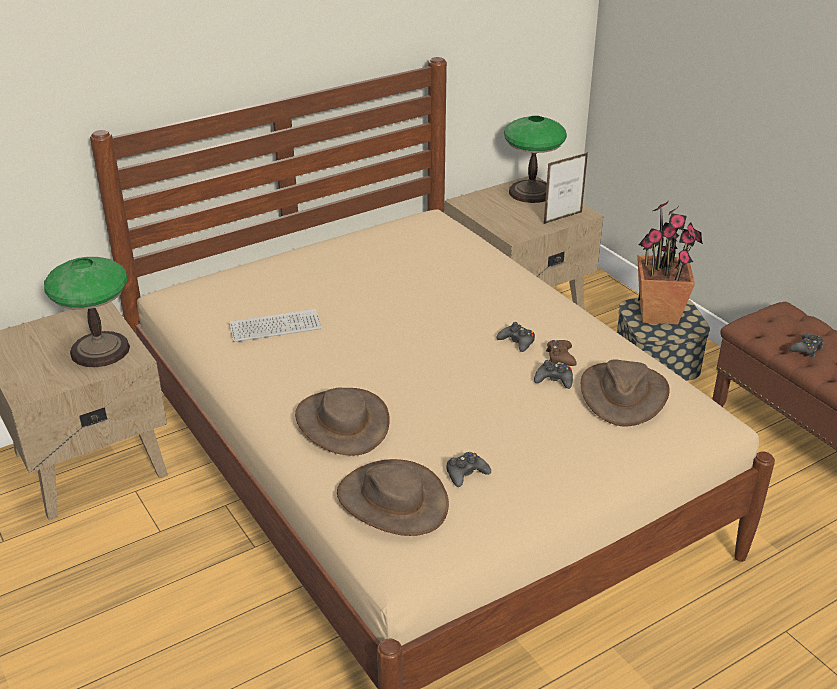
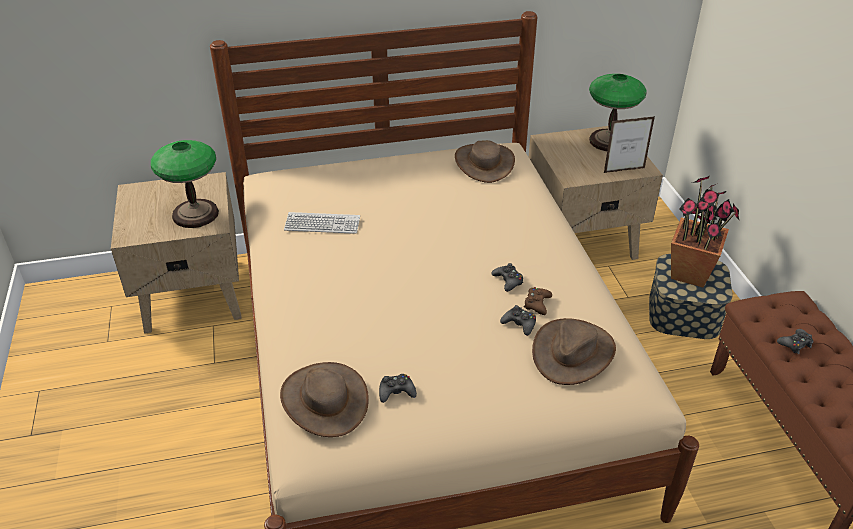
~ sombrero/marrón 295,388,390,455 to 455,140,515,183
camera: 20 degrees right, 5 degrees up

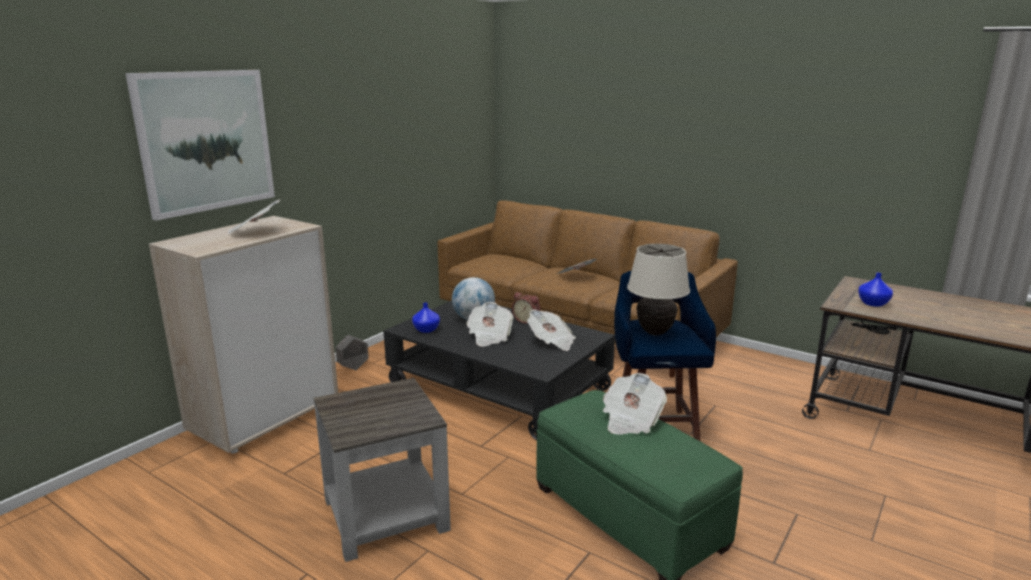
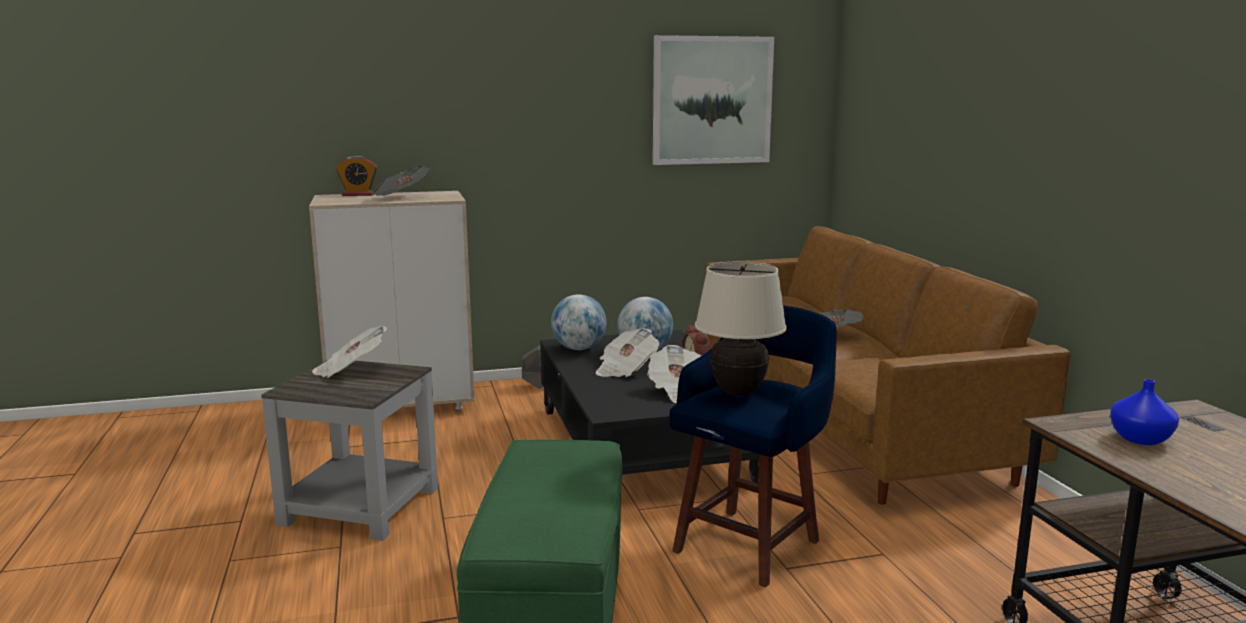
+ despertador 336,156,378,196
~ cuadro 125,70,275,221 to 653,35,774,165
~ periódico 603,373,667,435 to 312,326,387,378
~ florero/azul 412,303,440,333 to globo terráqueo 551,294,606,350
camera: 40 degrees right, 5 degrees down

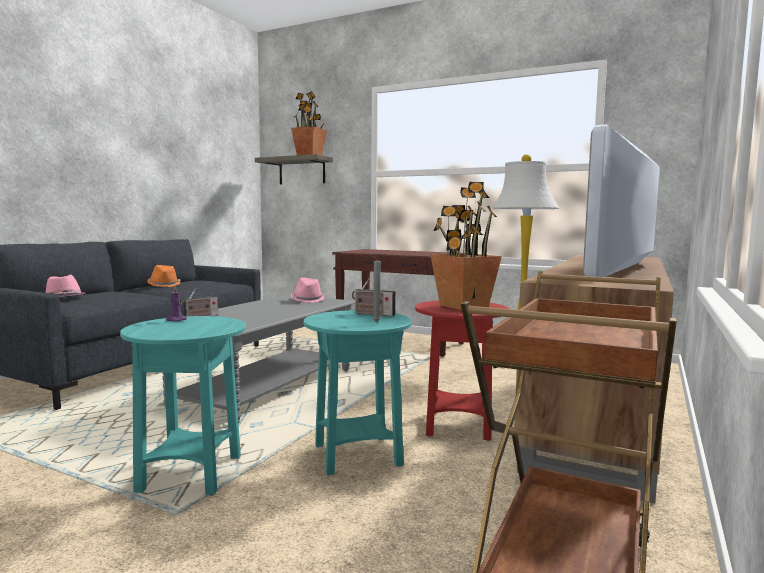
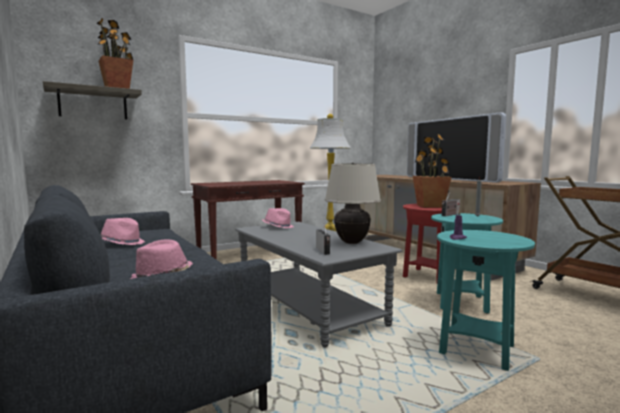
+ lámpara de mesa/beis 325,163,381,244
~ sombrero/naranja 147,265,181,287 to sombrero/rosa 100,218,145,245
camera: 60 degrees left, 0 degrees up

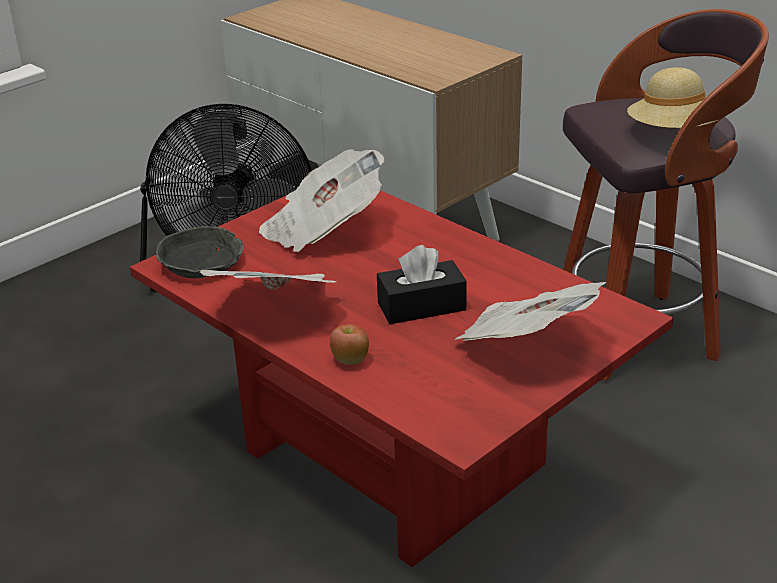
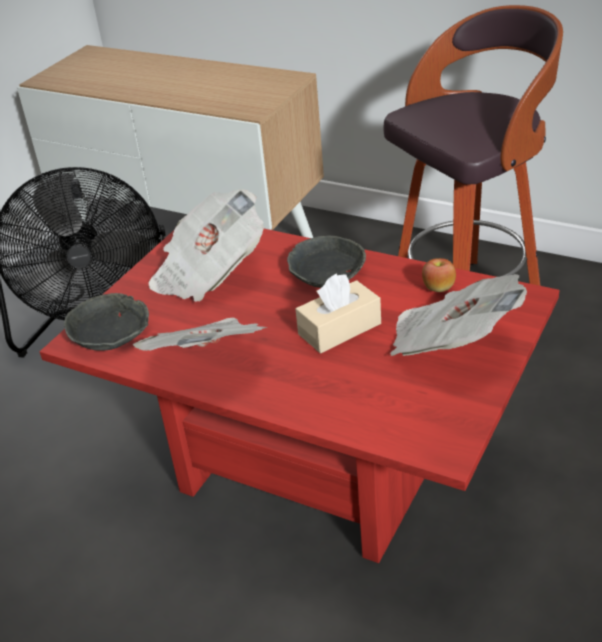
- sombrero/beis 627,67,718,128
+ cuenco/gris 287,236,366,288
~ manzana 330,324,369,365 to 422,258,456,292
~ caja de pañuelos/negro 377,245,467,324 to caja de pañuelos/beis 295,274,381,353
camera: 15 degrees left, 5 degrees up

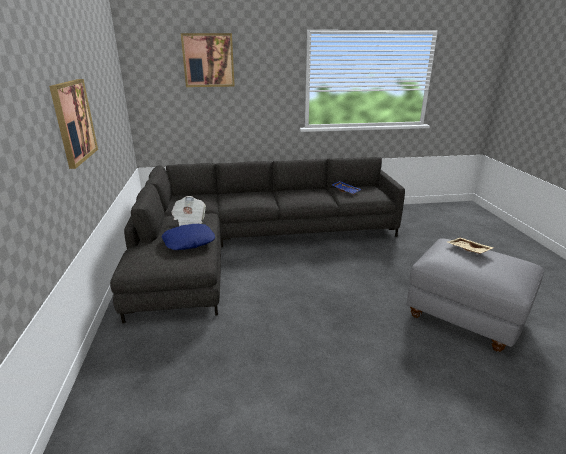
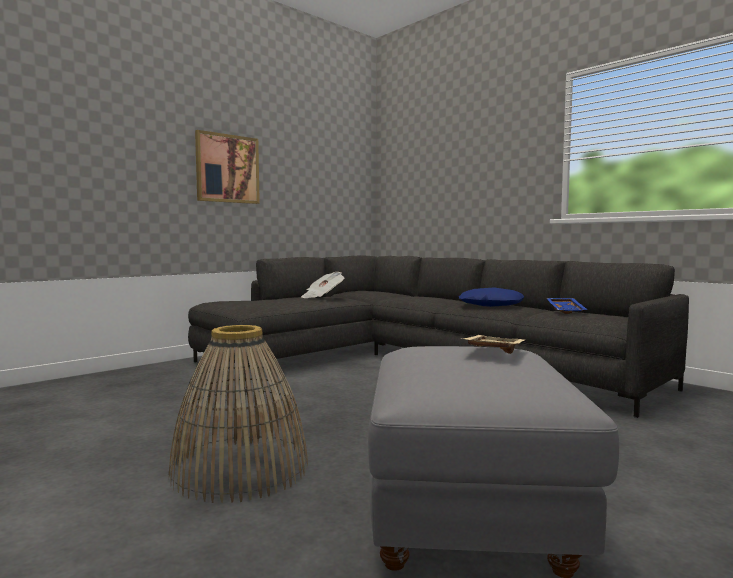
- cuadro 181,33,235,87
+ cesta 169,325,308,503
~ cojín/azul 162,224,215,250 to 459,287,524,307
camera: 55 degrees right, 20 degrees down

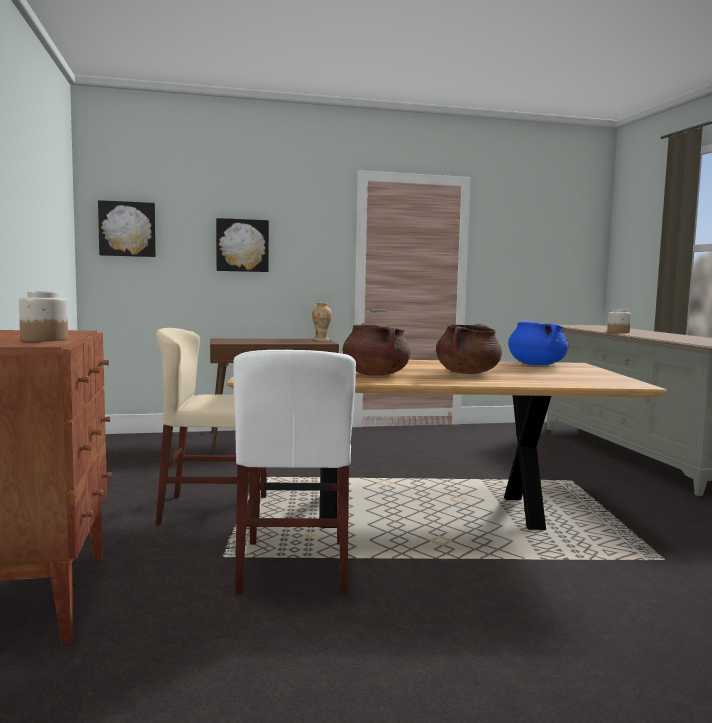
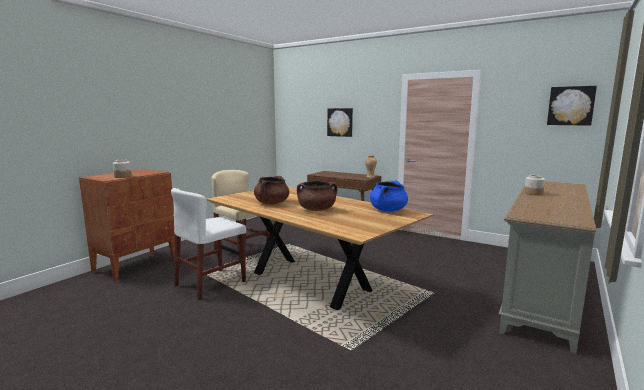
~ cuadro 98,200,156,257 to 547,86,597,126
camera: 45 degrees right, 5 degrees up

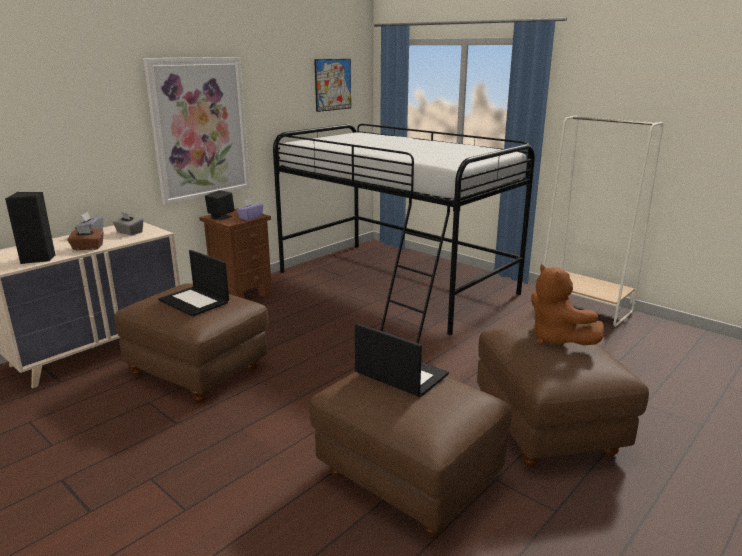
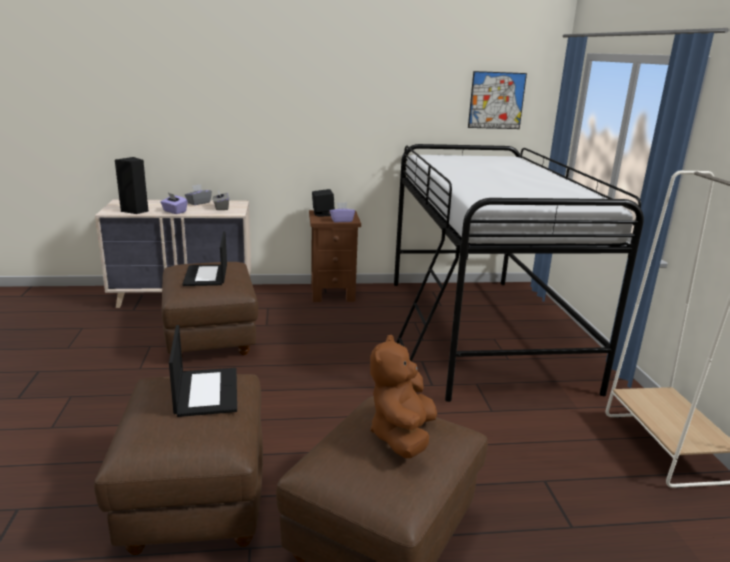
- cuadro 143,57,250,205
~ caja de pañuelos/marrón 67,227,104,250 to caja de pañuelos/morado 160,193,188,214
camera: 40 degrees right, 0 degrees up

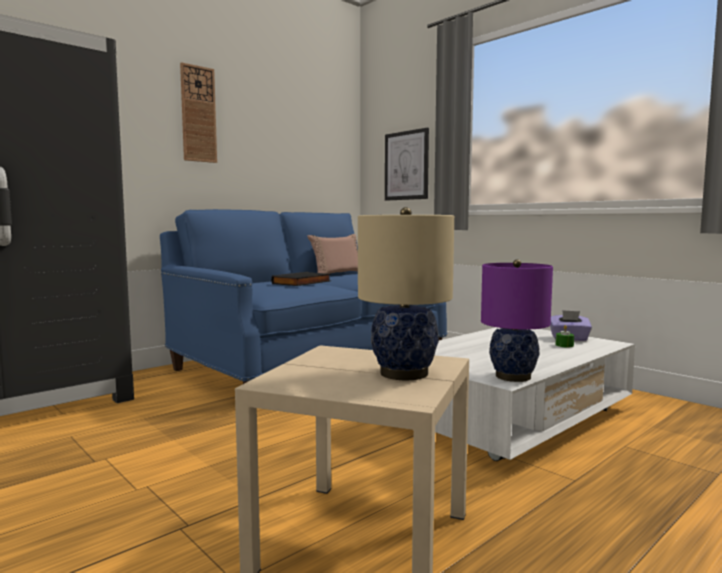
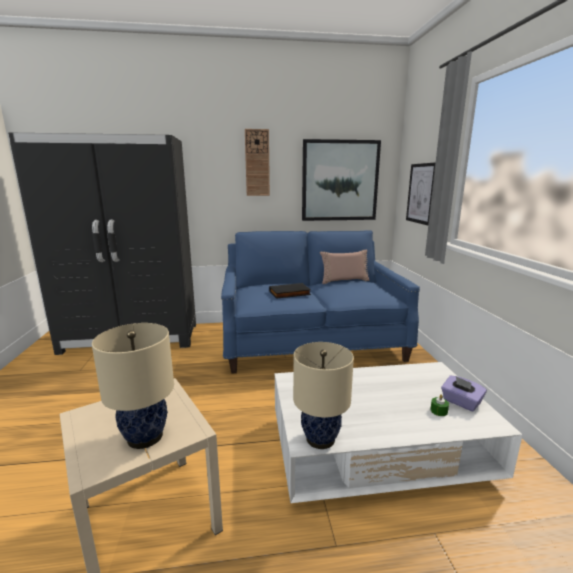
+ cuadro 302,139,381,221
~ lámpara de mesa/morado 481,259,553,382 to lámpara de mesa/beis 293,342,354,449
camera: 35 degrees right, 10 degrees up

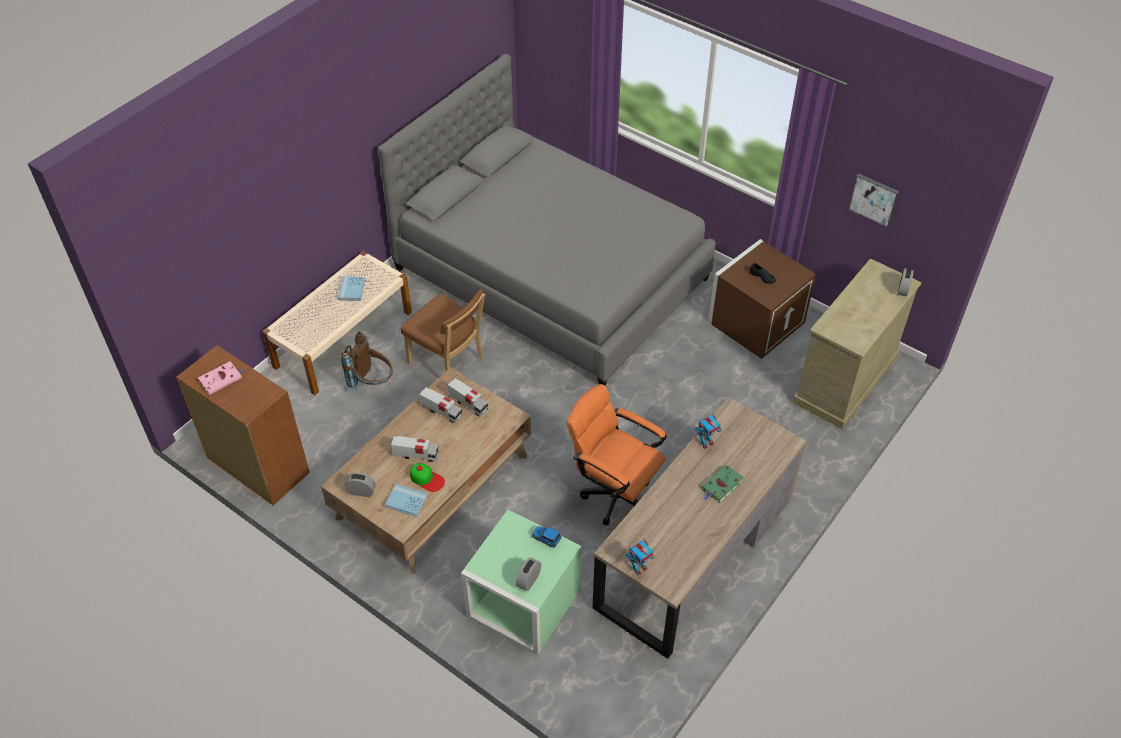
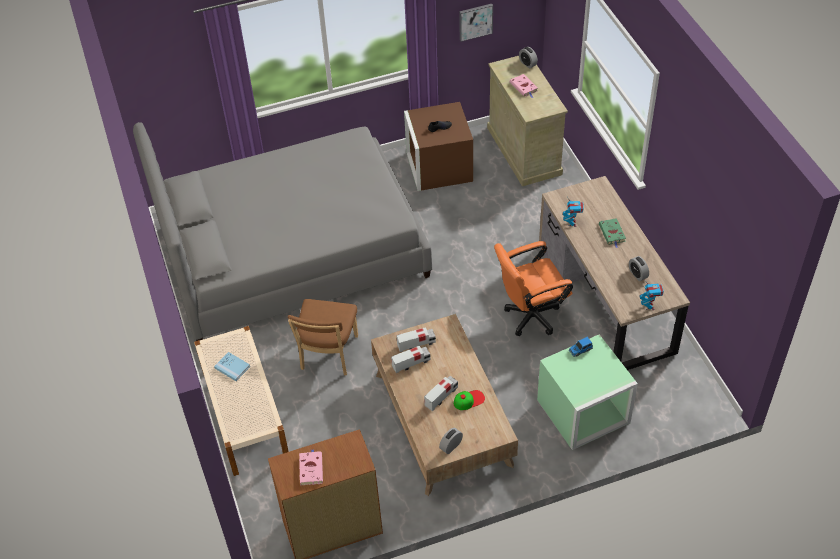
- mochila/marrón 341,332,393,392
- libro/azul 385,484,428,517
+ libro/rosa 510,74,538,98
~ despertador 516,558,541,591 to 629,256,649,281
~ silla/marrón 401,289,485,371 = 288,299,358,375 120 degrees clockwise
camera: 55 degrees left, 0 degrees up

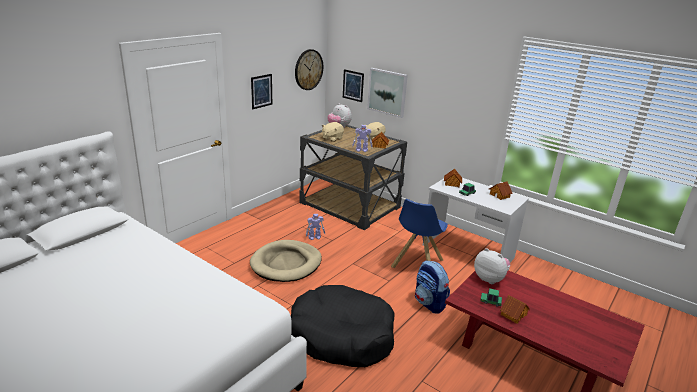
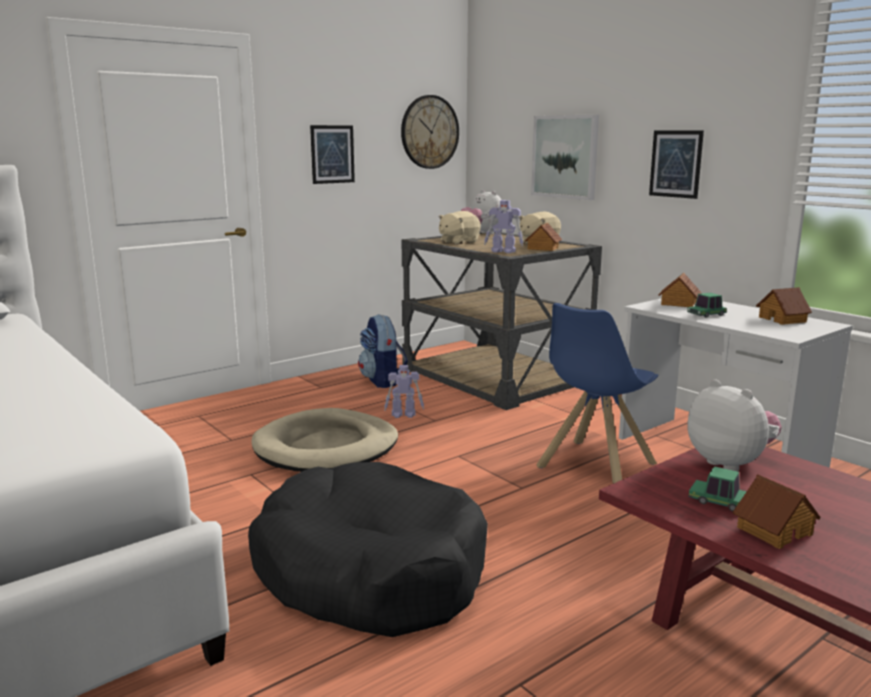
~ cuadro 343,69,364,102 to 649,130,704,199
~ mochila 415,260,450,314 to 358,314,408,388
camera: 15 degrees right, 10 degrees down

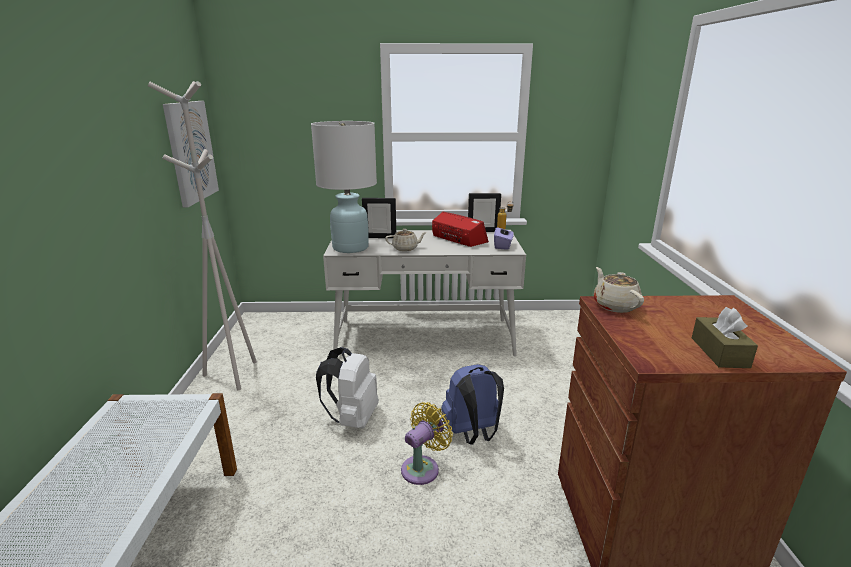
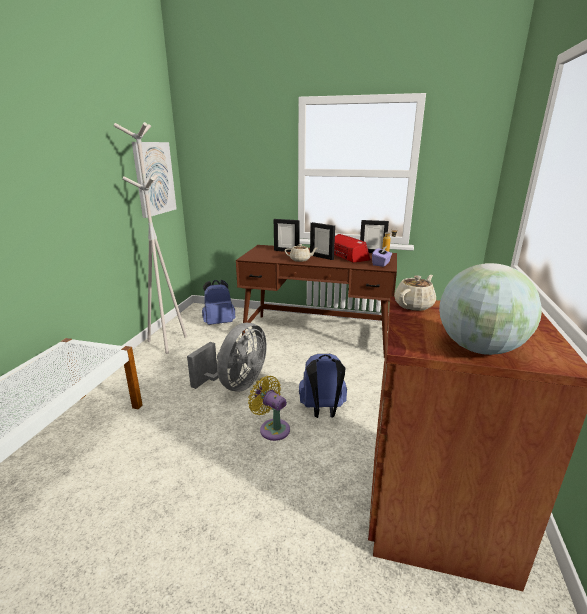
- lámpara de mesa/blanco 311,121,377,253
+ mochila/azul 202,280,236,325
+ portarretratos 310,222,335,260
~ mochila/blanco 316,347,379,428 to ventilador/gris 187,323,267,392
~ caja de pañuelos/marrón 692,307,758,368 to globo terráqueo 439,263,542,355
~ escritorio/blanco 323,230,526,356 to escritorio/marrón 236,245,397,358
~ ventilador/amarillo 401,402,453,485 = 248,376,290,441 105 degrees counterclockwise
~ tetera/beis 594,267,644,313 = 394,275,436,311 45 degrees clockwise
camera: 15 degrees right, 0 degrees up

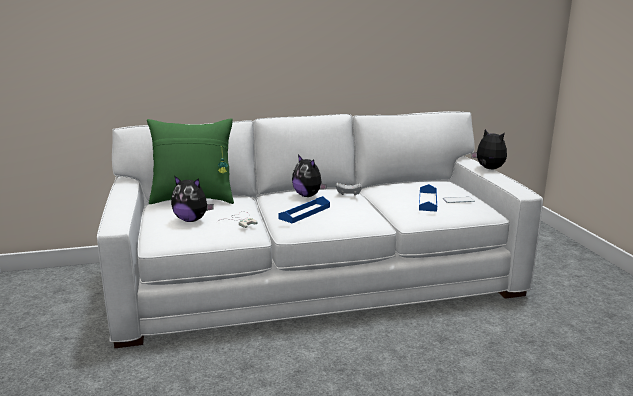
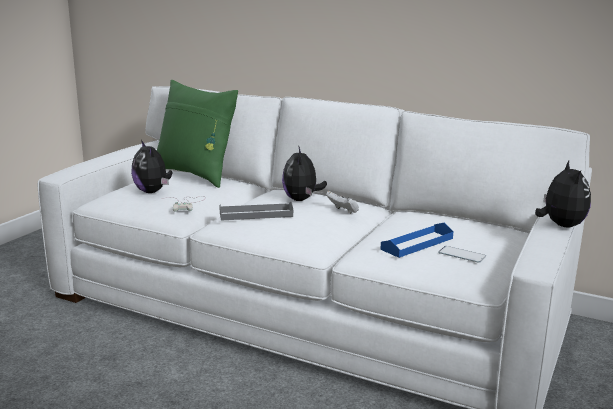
~ bandeja/azul 278,196,330,223 to bandeja/gris 219,201,293,220
camera: 40 degrees right, 0 degrees up

